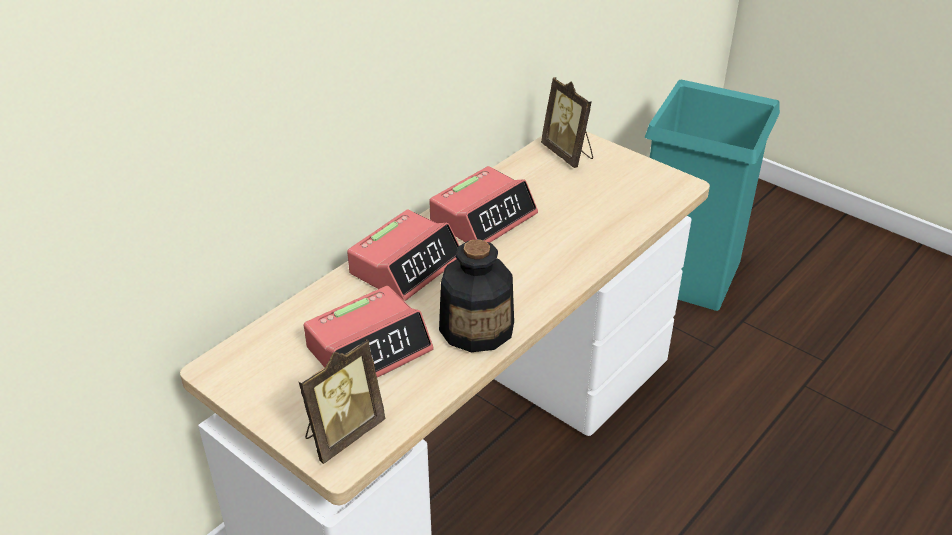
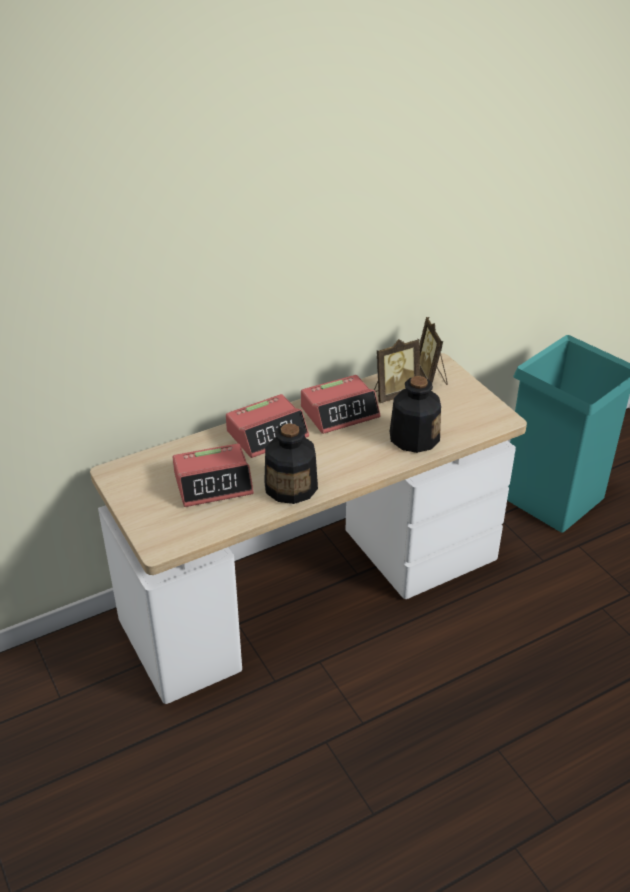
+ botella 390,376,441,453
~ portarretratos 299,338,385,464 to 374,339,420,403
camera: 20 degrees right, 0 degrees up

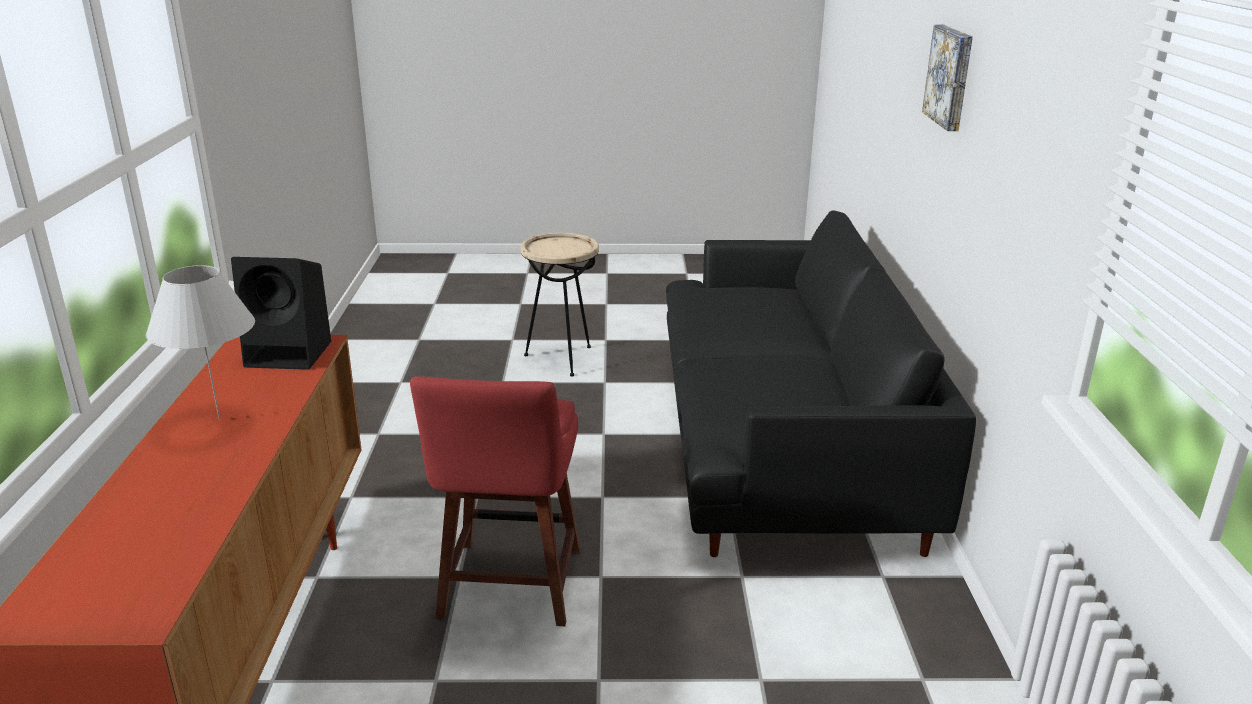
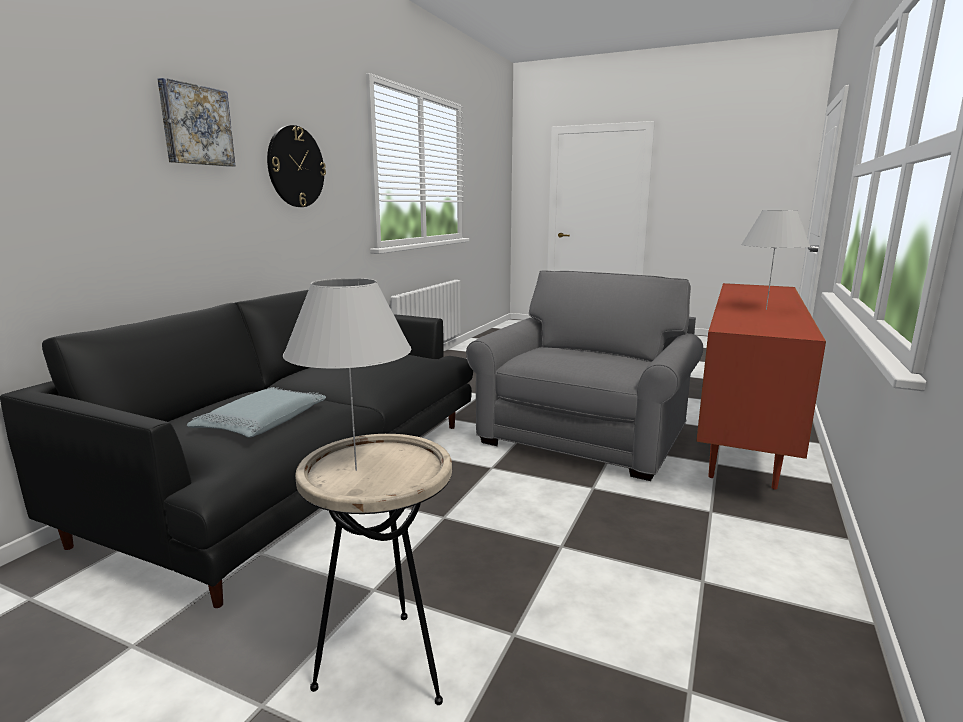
- altavoz/negro 231,257,331,370
+ cojín/azul 187,387,326,438
+ reloj de pared 267,125,326,207
+ lámpara de mesa/blanco 283,278,412,471
~ taburete/rojo 410,376,580,626 to sillón/gris 466,271,703,481
camera: 155 degrees left, 10 degrees down

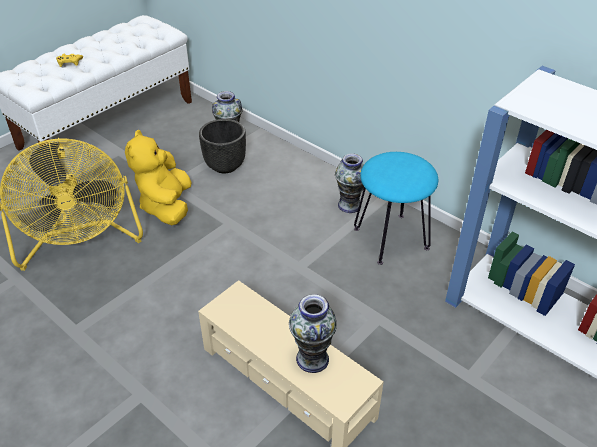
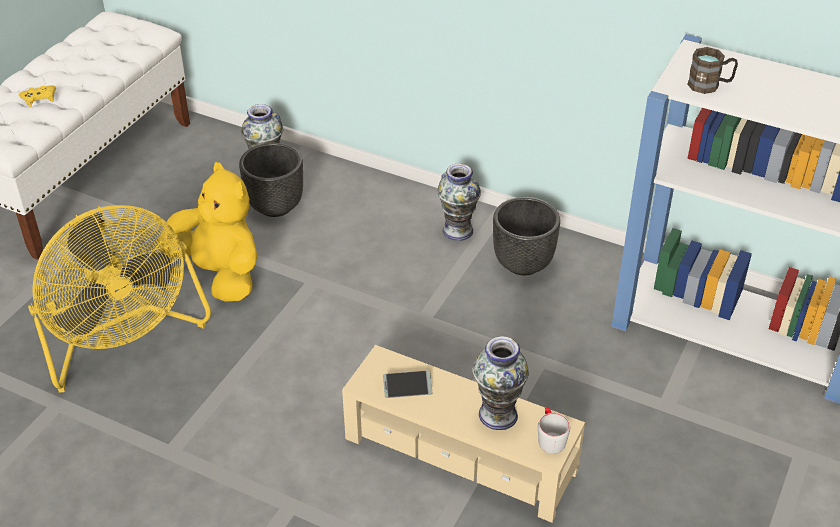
+ móvil 383,370,432,398
+ taza grande/gris 538,407,570,454
+ taza grande/marrón 687,47,738,94
~ taburete/turquesa 354,152,438,265 to maceta/negro 493,197,560,275
~ peluche/amarillo 125,129,192,225 = 158,162,257,302 150 degrees clockwise
camera: 15 degrees left, 0 degrees up

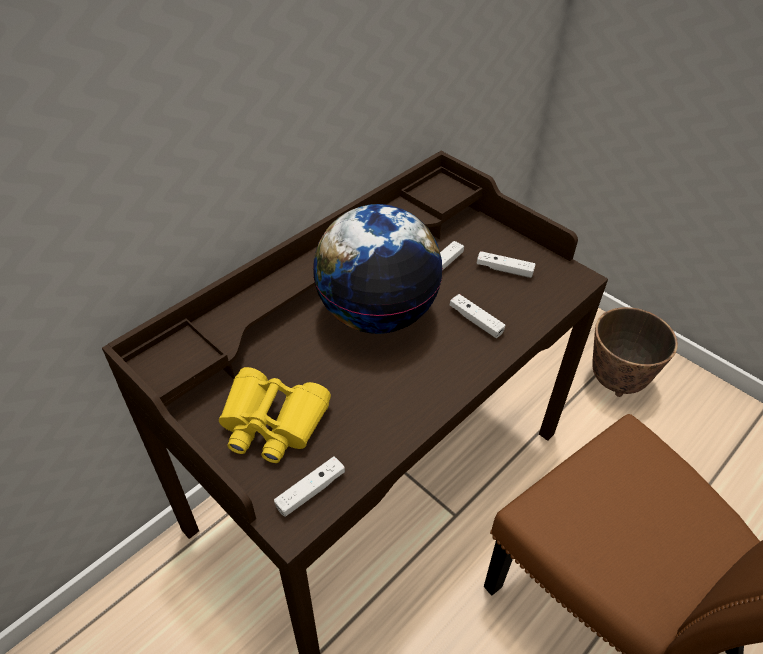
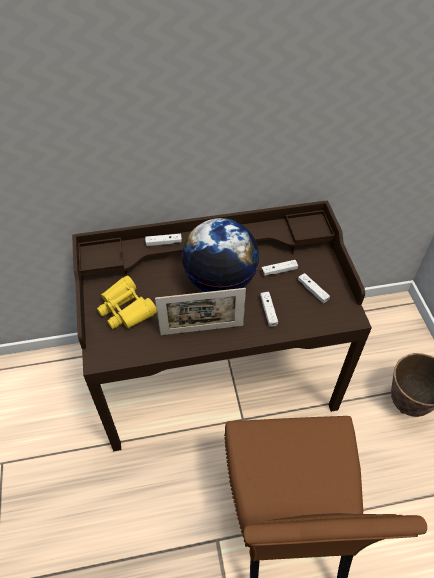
+ portarretratos 155,288,246,335
~ mando de consola/blanco 274,456,345,517 to 145,234,182,246
camera: 35 degrees right, 5 degrees up

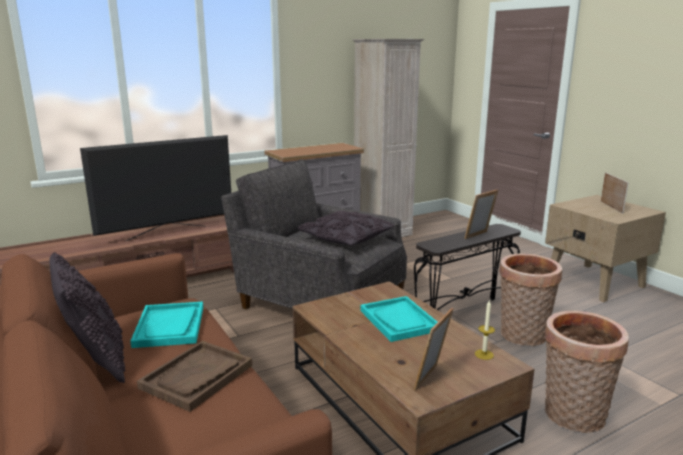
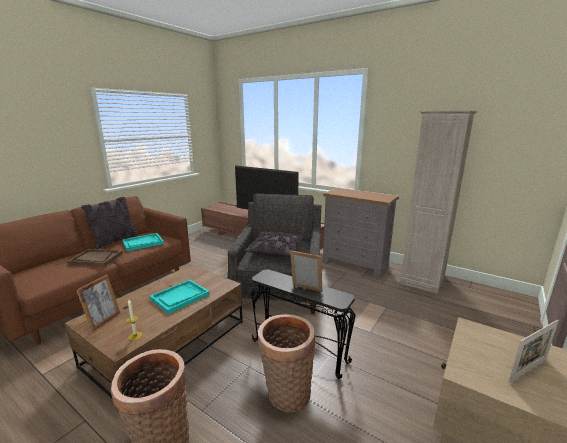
~ portarretratos 413,308,454,391 = 76,275,120,331 105 degrees clockwise
camera: 65 degrees right, 0 degrees up

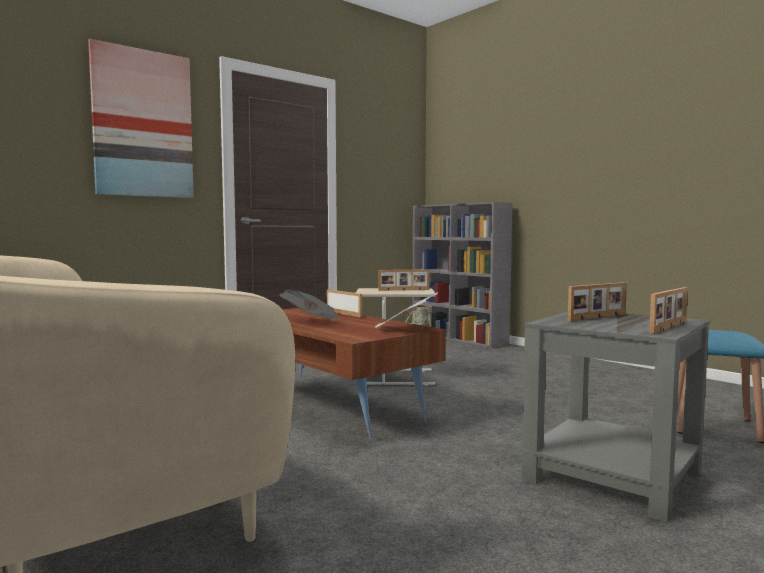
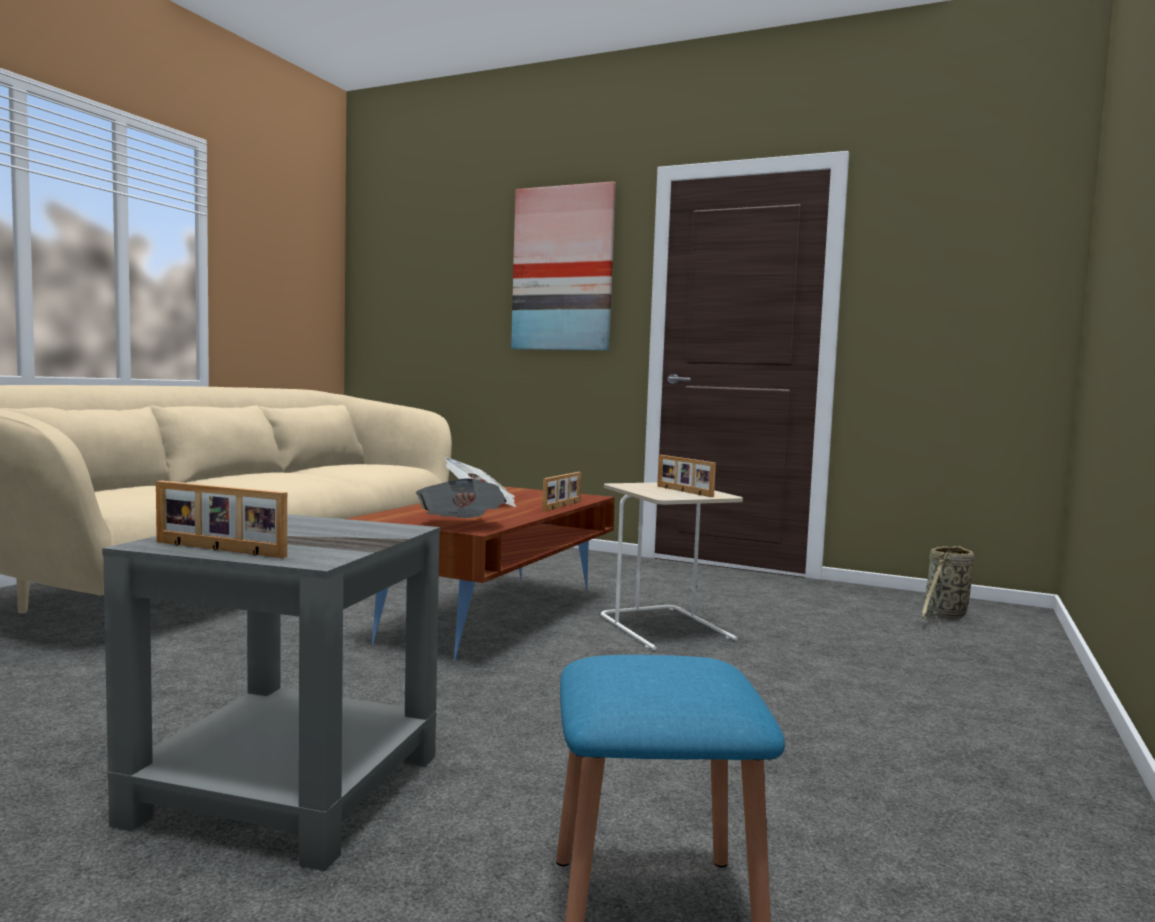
- estantería/gris 412,202,512,348
- portarretratos 568,282,627,321
camera: 65 degrees right, 0 degrees up

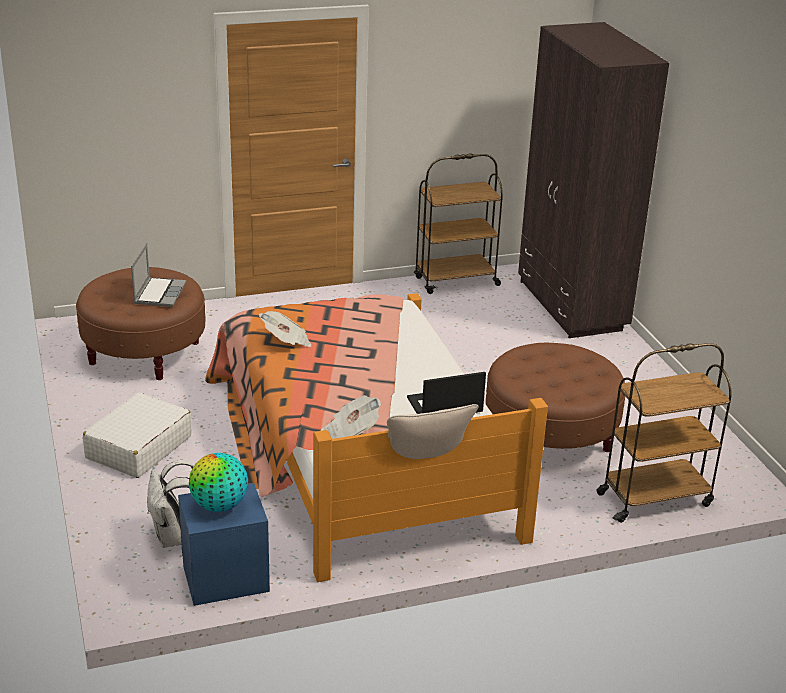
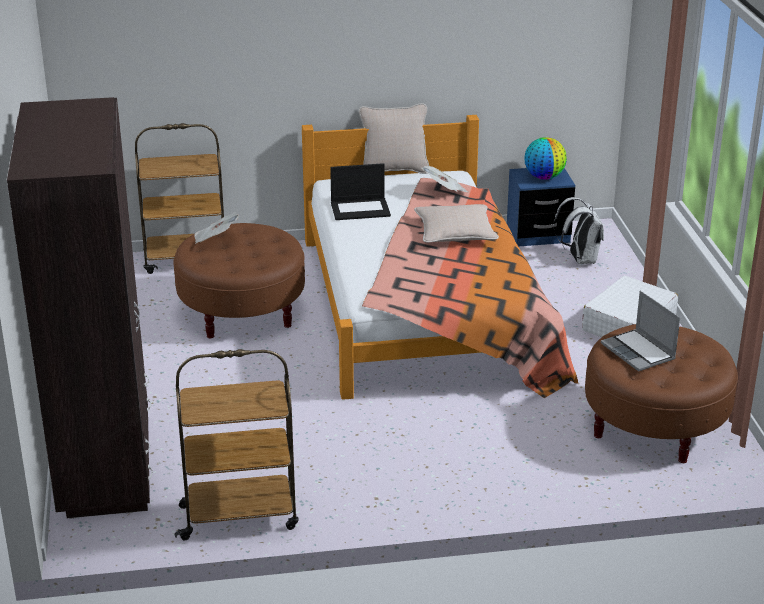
+ cojín/beis 414,204,499,243
~ periódico 259,311,311,347 to 194,212,239,244
~ portátil 131,243,186,307 = 601,291,680,372 45 degrees counterclockwise
camera: 170 degrees left, 0 degrees up

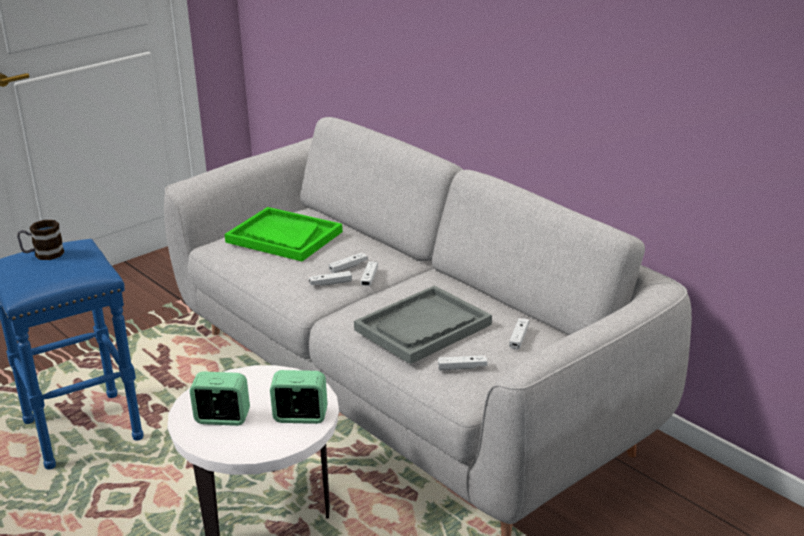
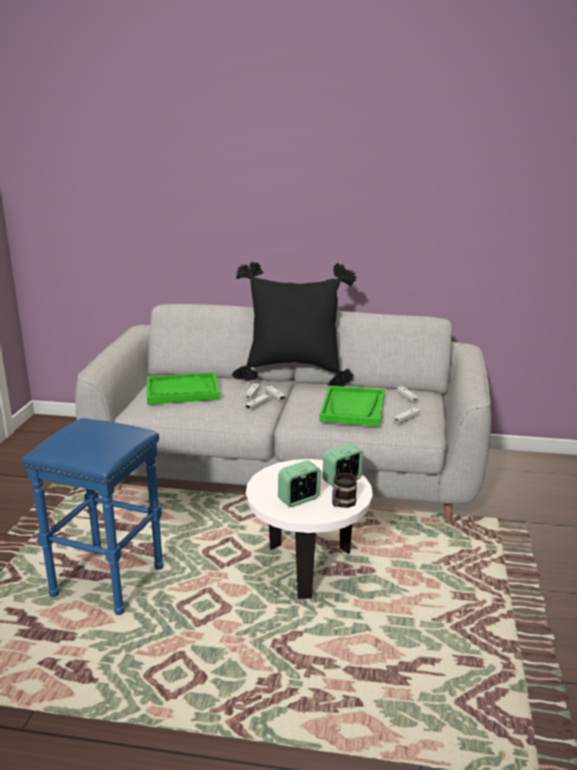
+ cojín/negro 232,262,357,387
~ taza grande 17,220,64,260 to 332,473,357,508
~ bandeja/gris 354,285,492,364 to bandeja/verde 319,386,385,426
camera: 40 degrees left, 5 degrees down

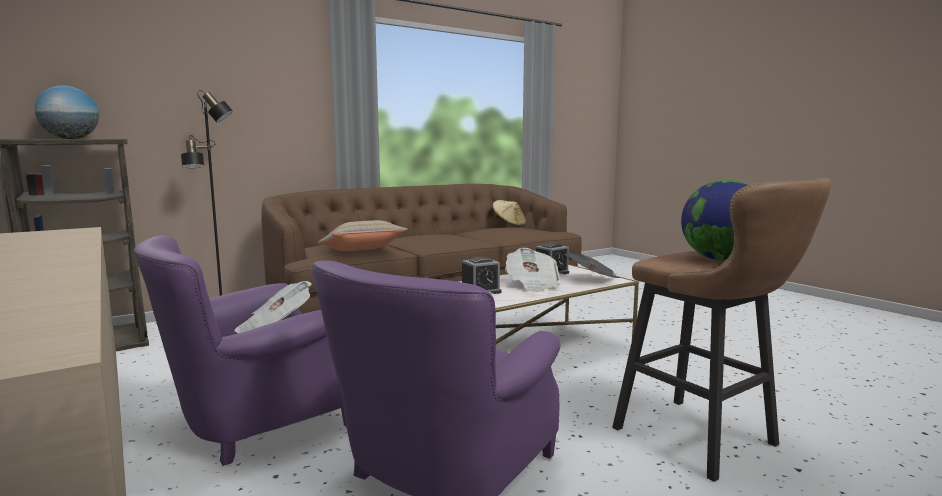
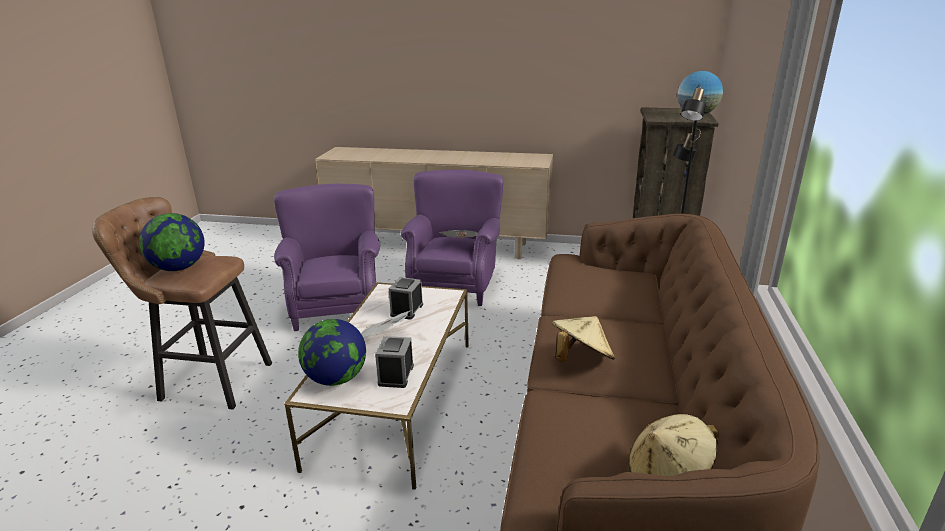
- cojín/beis 318,220,408,251
+ sombrero/beis 552,316,615,362
~ periódico 564,252,619,278 to globo terráqueo 298,319,366,386
camera: 135 degrees right, 15 degrees up

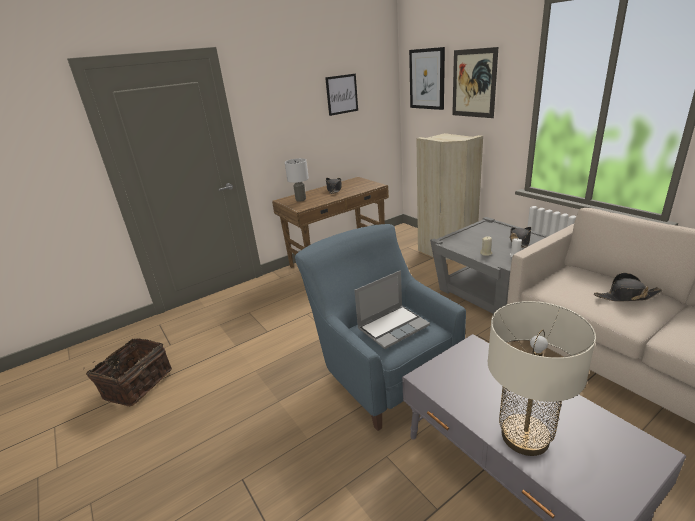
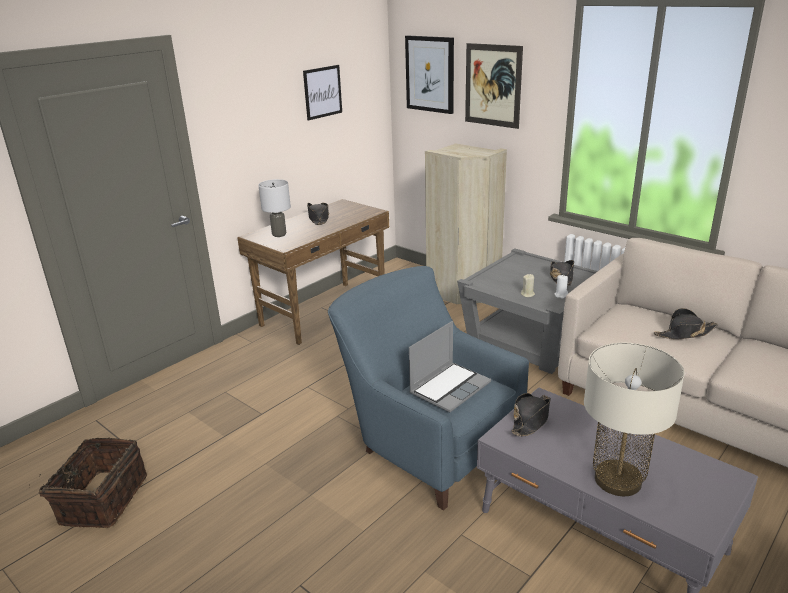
+ sombrero/negro 511,393,551,437
camera: 15 degrees left, 0 degrees up

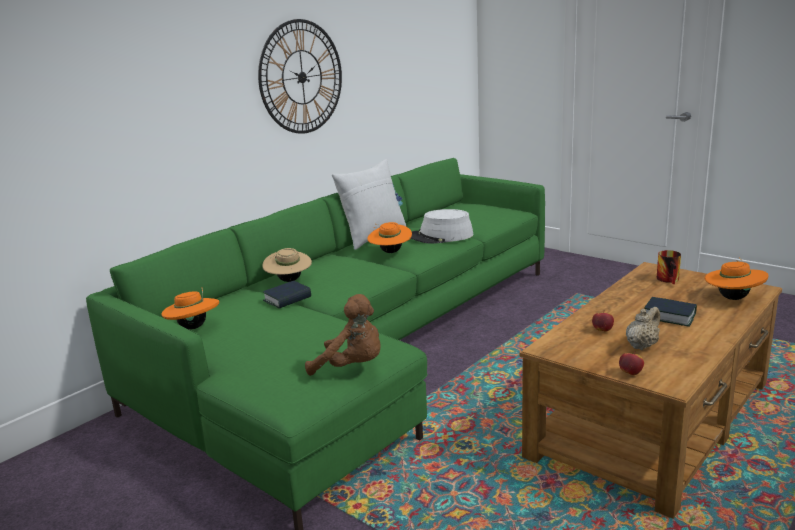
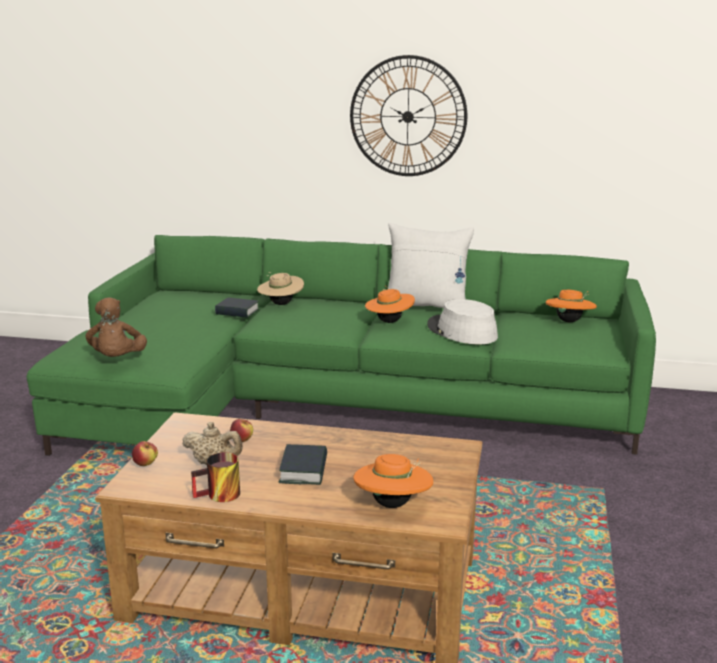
~ sombrero/naranja 161,287,219,330 to 546,290,597,322
~ taza grande 657,250,681,284 to 191,452,240,502
camera: 60 degrees right, 0 degrees up

